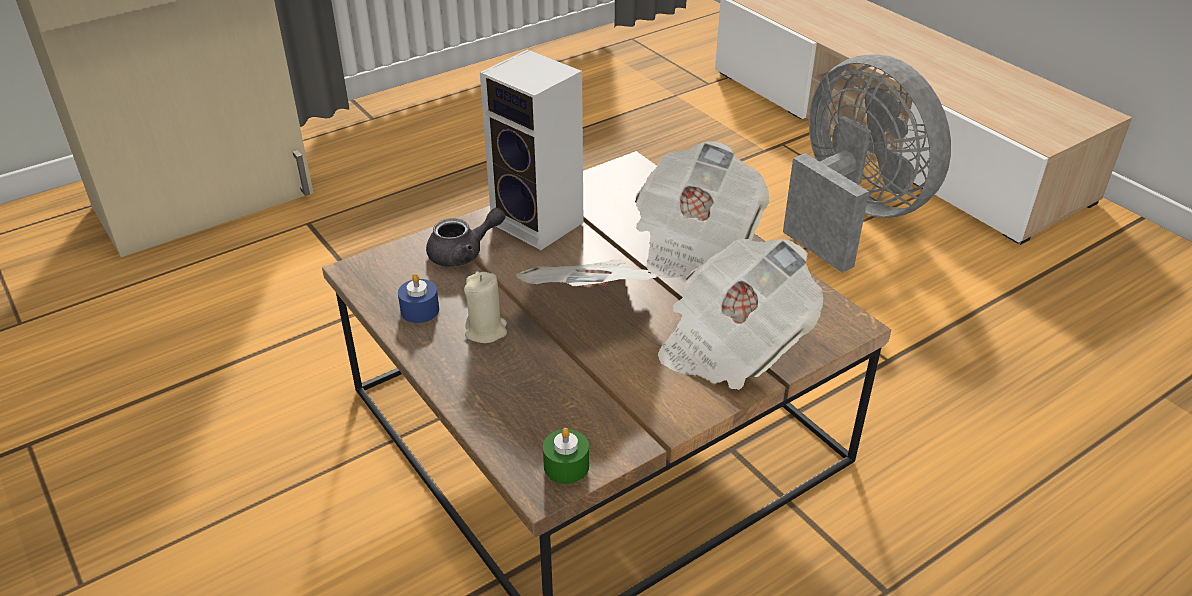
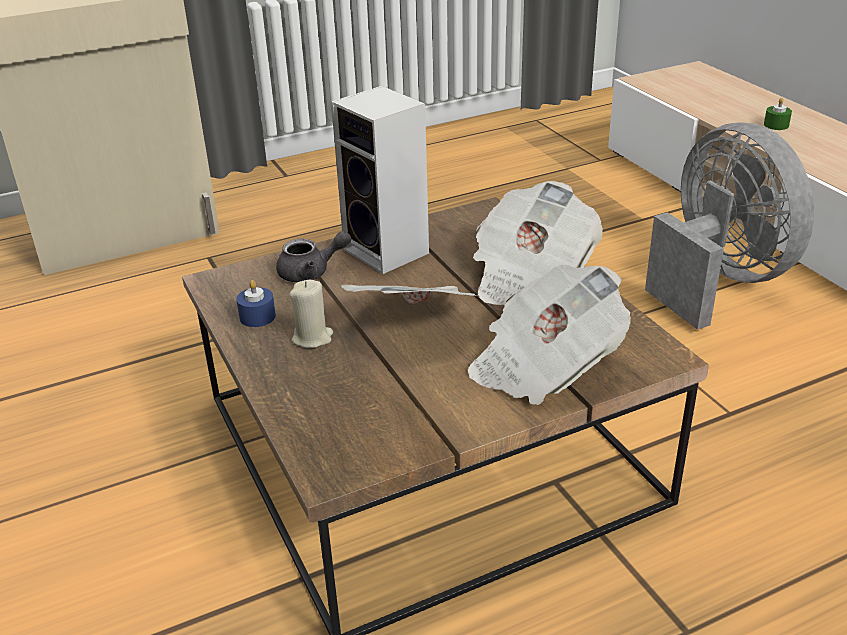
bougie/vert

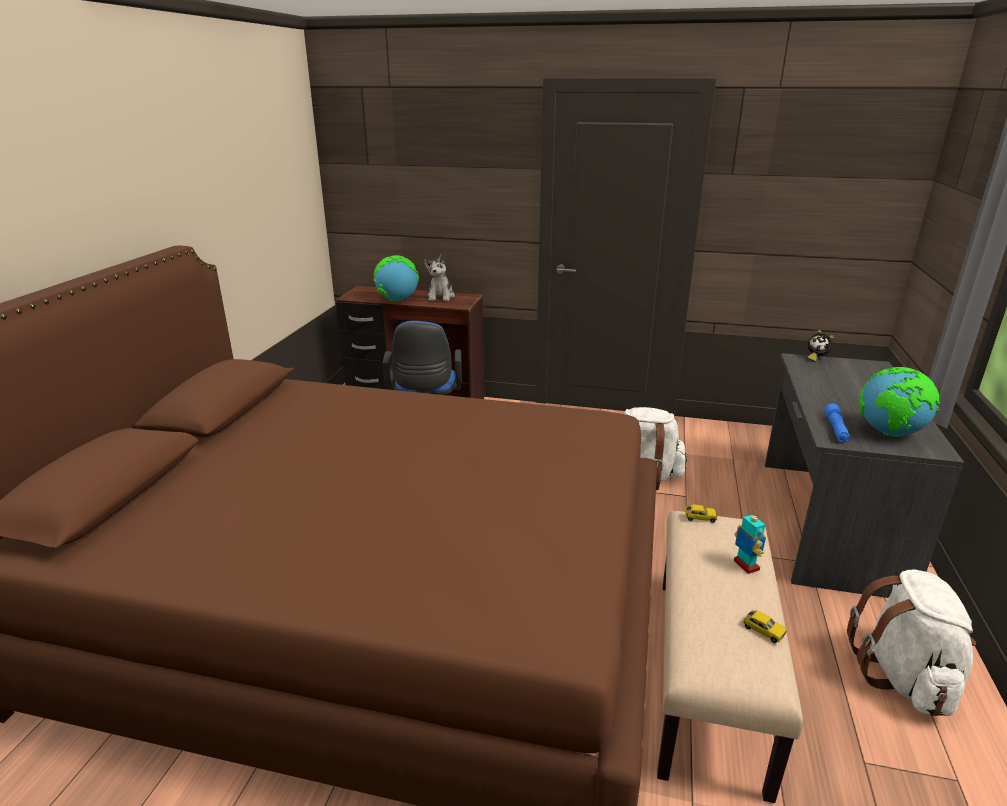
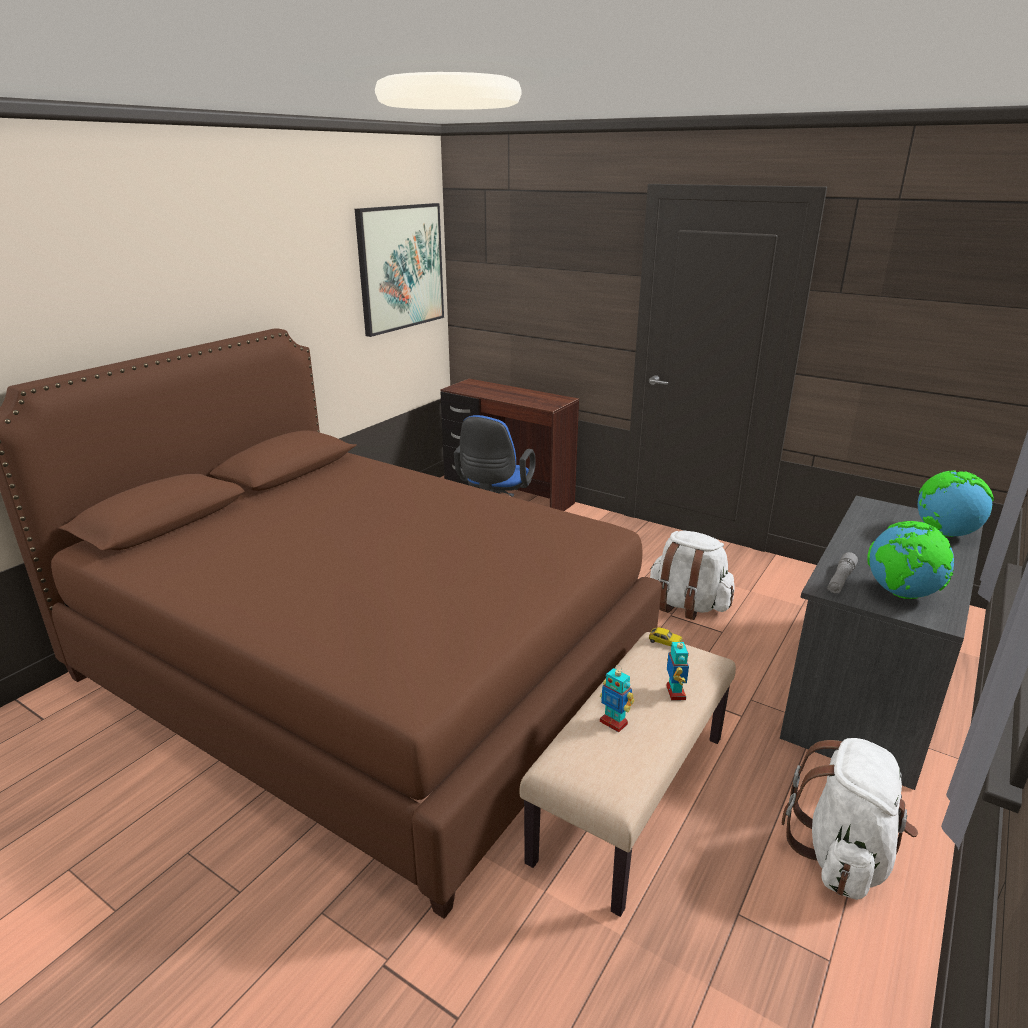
globe (2nd from left)
peluche
petite voiture (2nd from left in the first image)
réveil
lampe de poche/gris
tableau
robot jouet (1st from left)

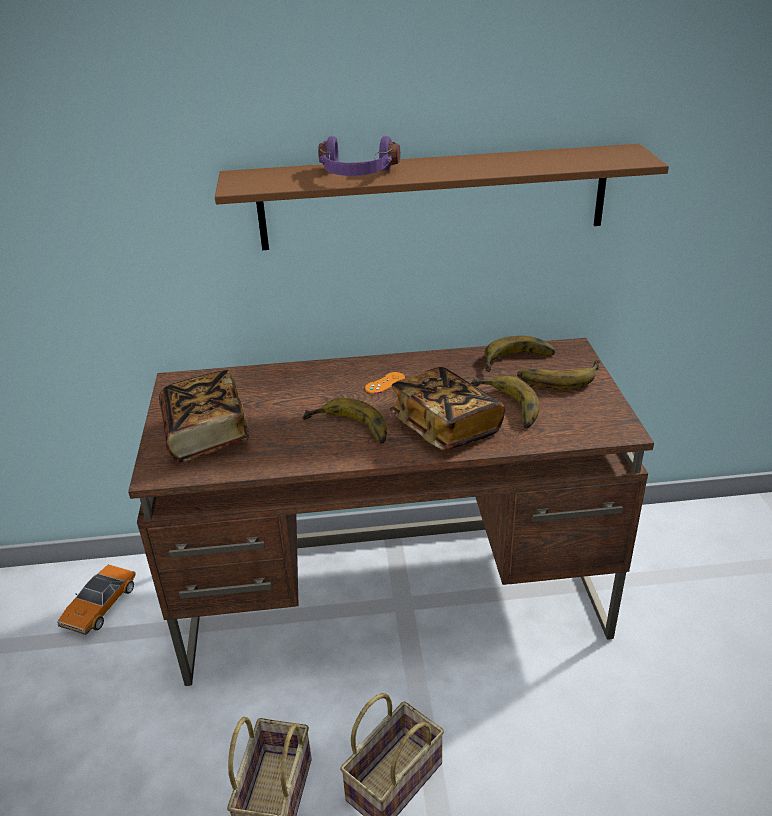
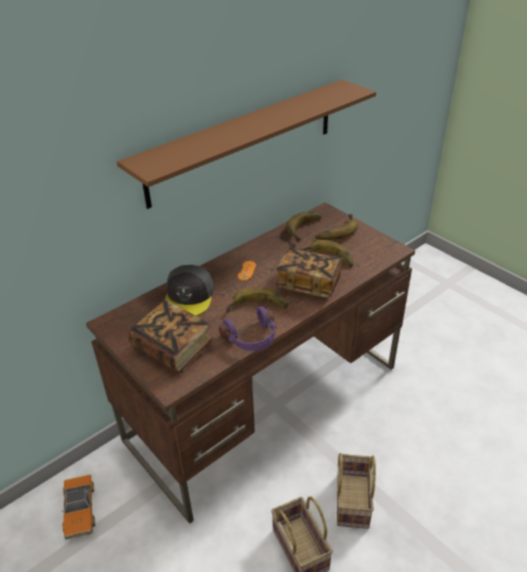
casque audio/violet
casquette/gris

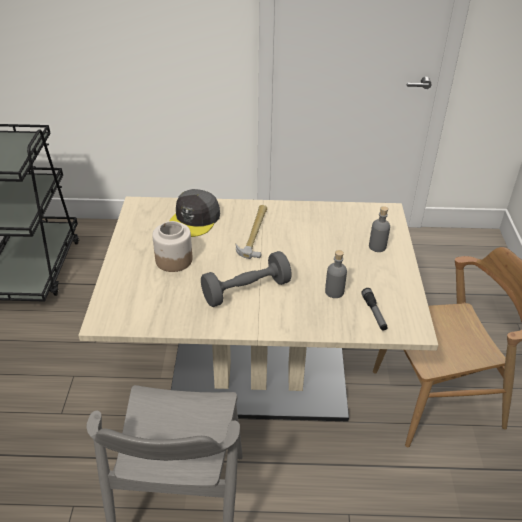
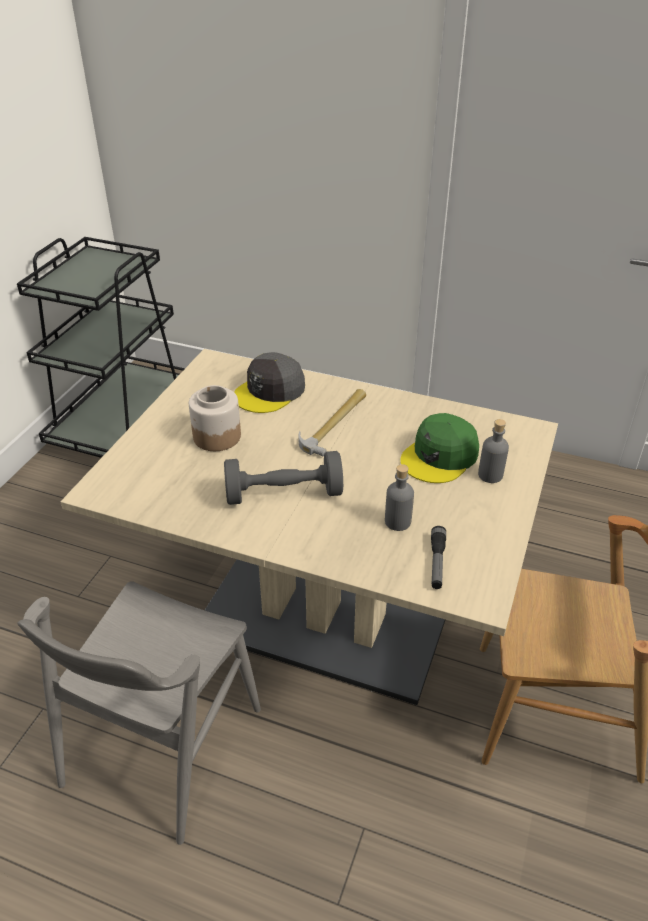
casquette/vert

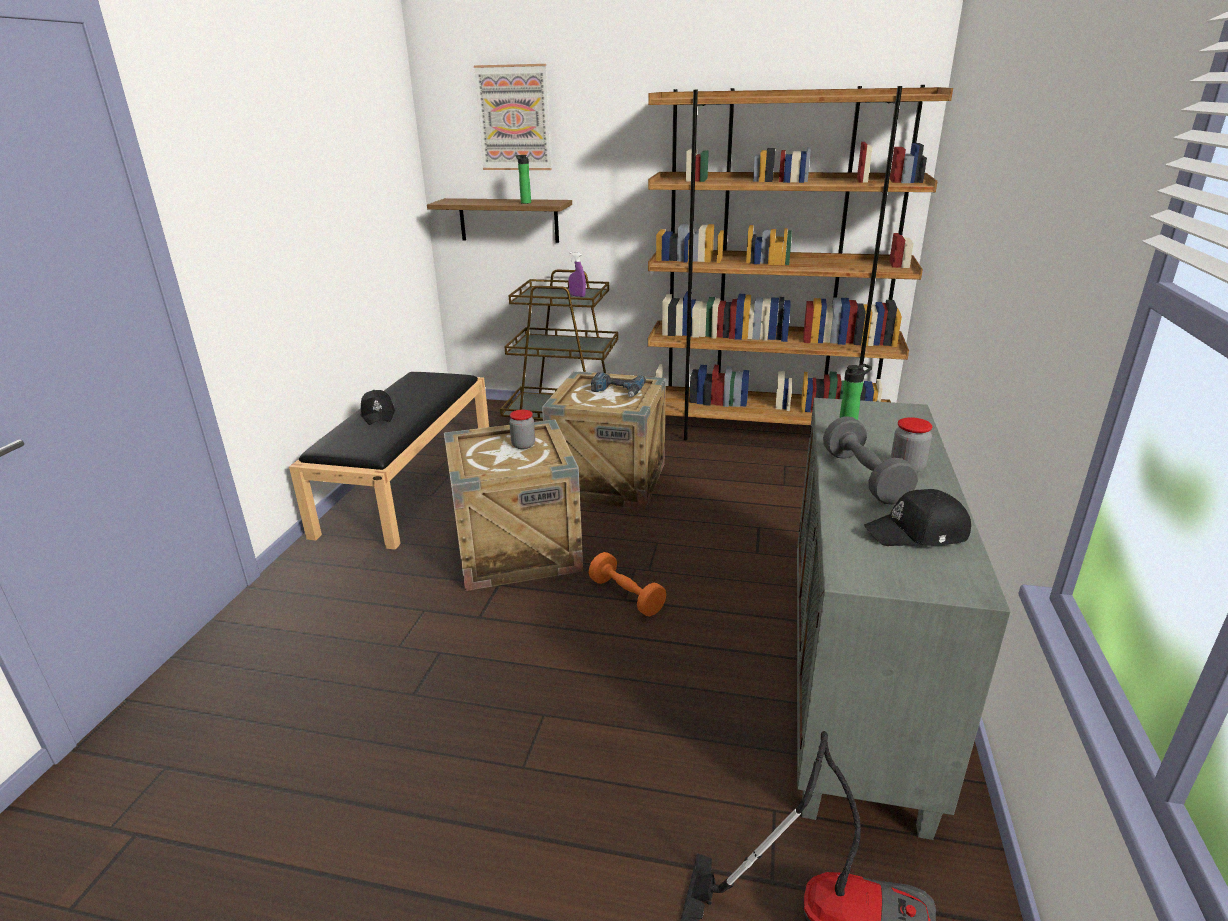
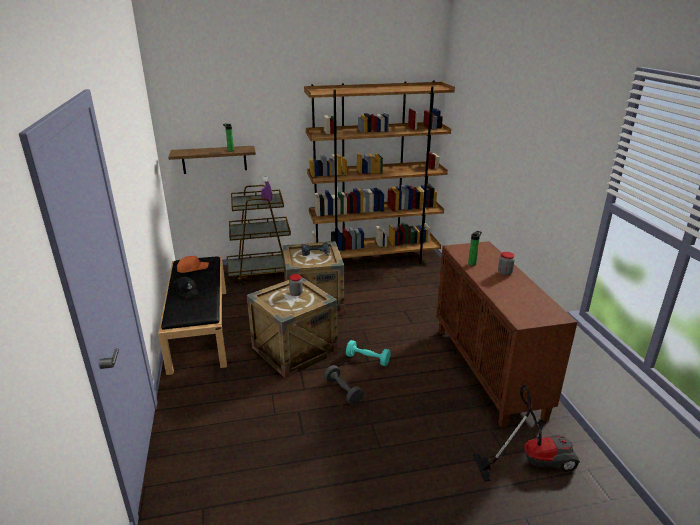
tableau
haltère/turquoise
meuble de rangement/marron
haltère/gris
casquette/noir (2nd from left in the first image)
casquette/orange

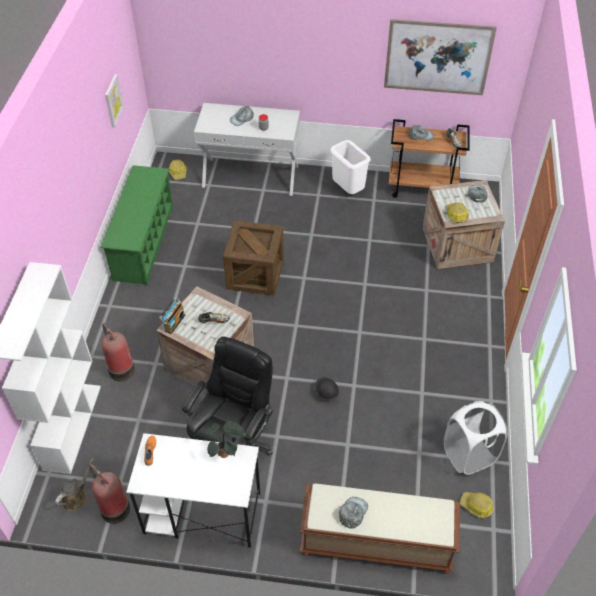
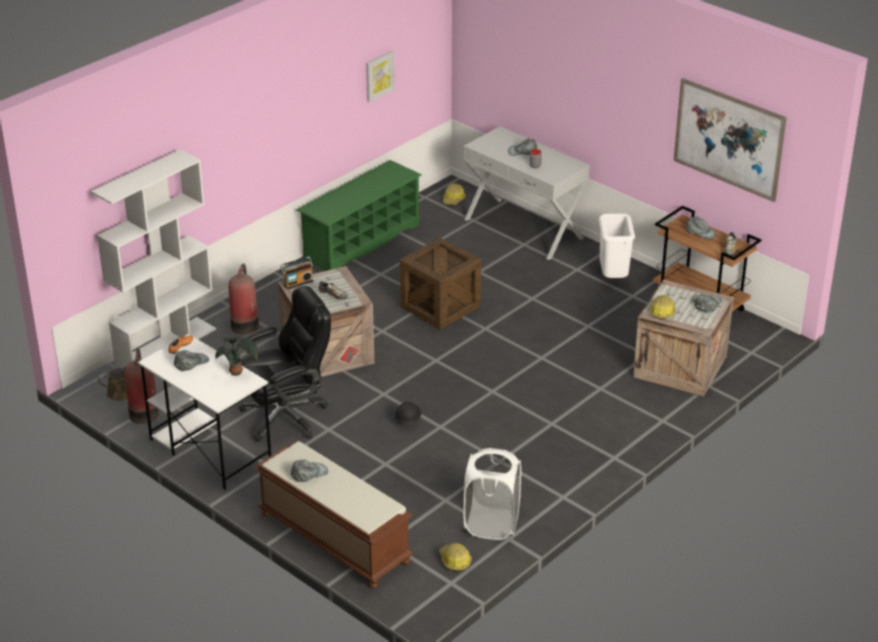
casquette/gris (1st from left)

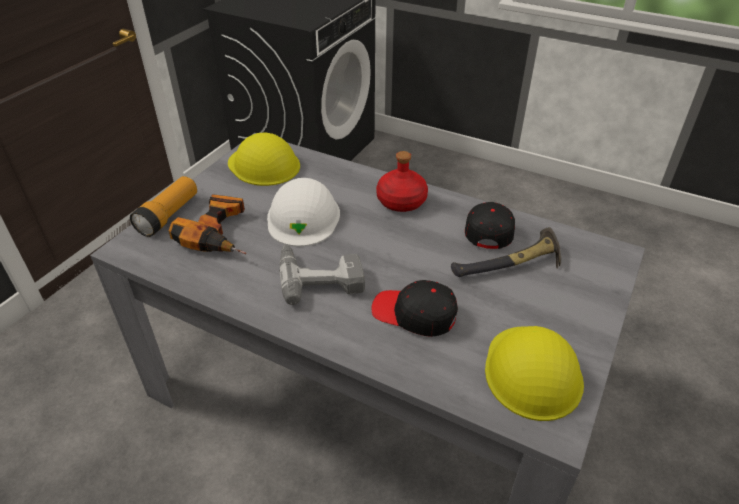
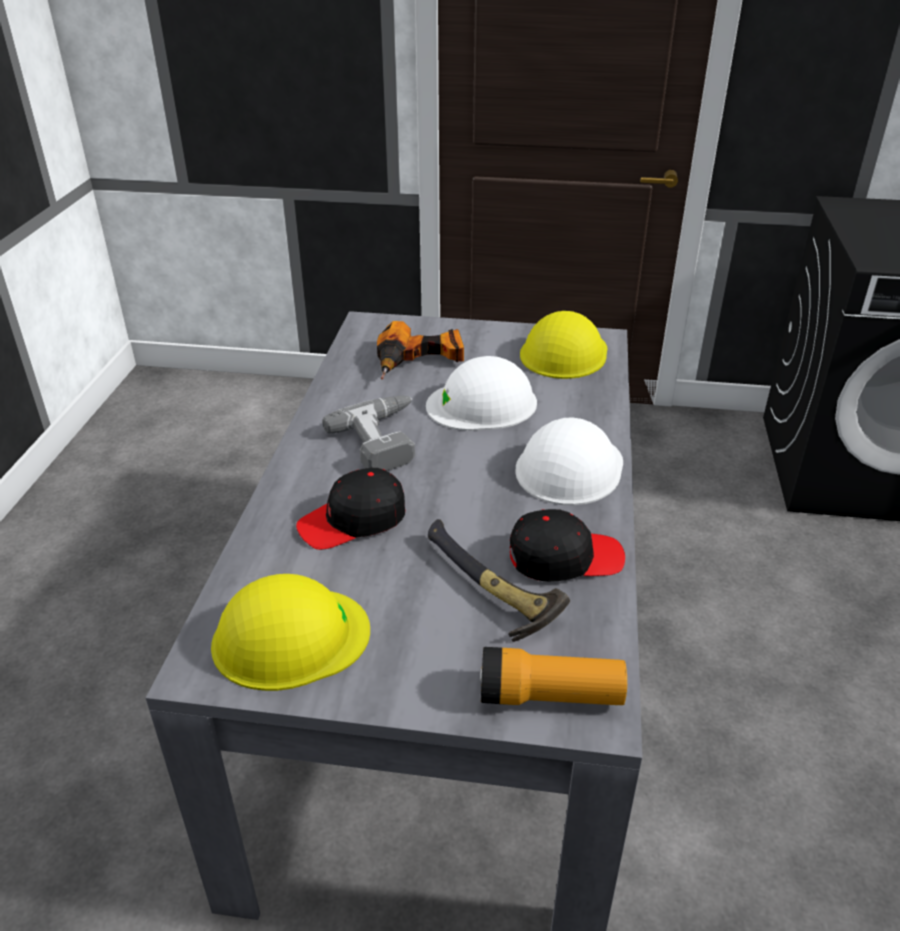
lampe de poche
casquette/noir (1st from left)
casque de chantier/blanc (2nd from left)

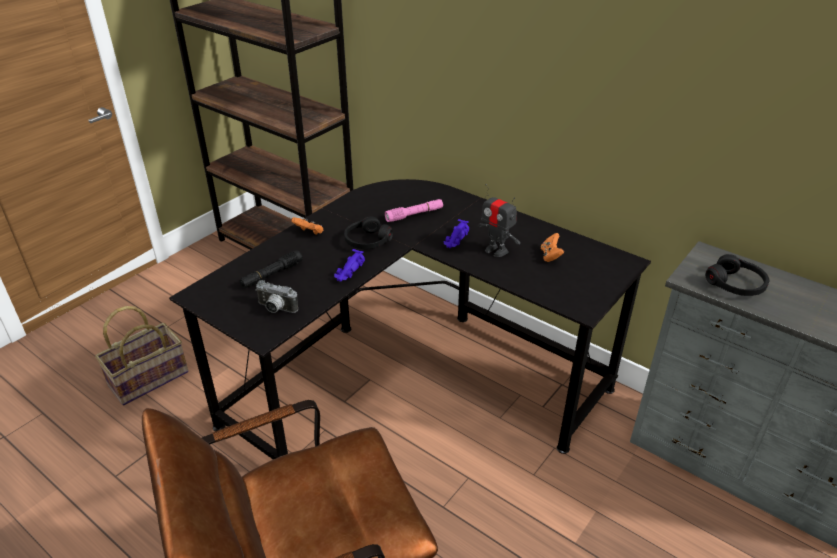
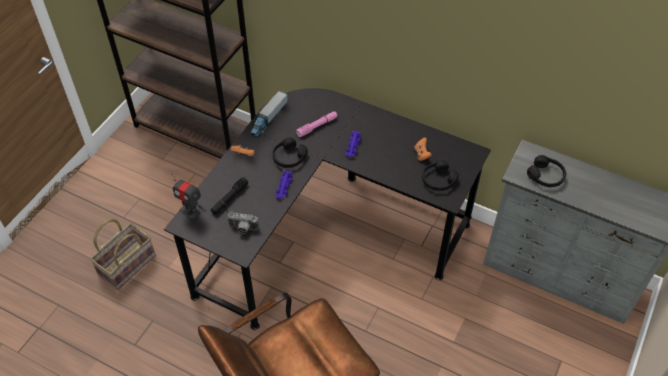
robot jouet
camion jouet
casque audio/noir (2nd from left)

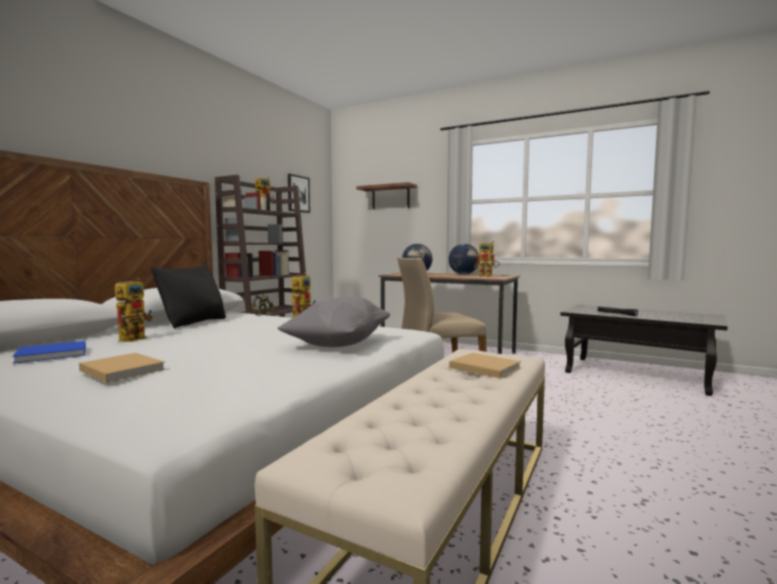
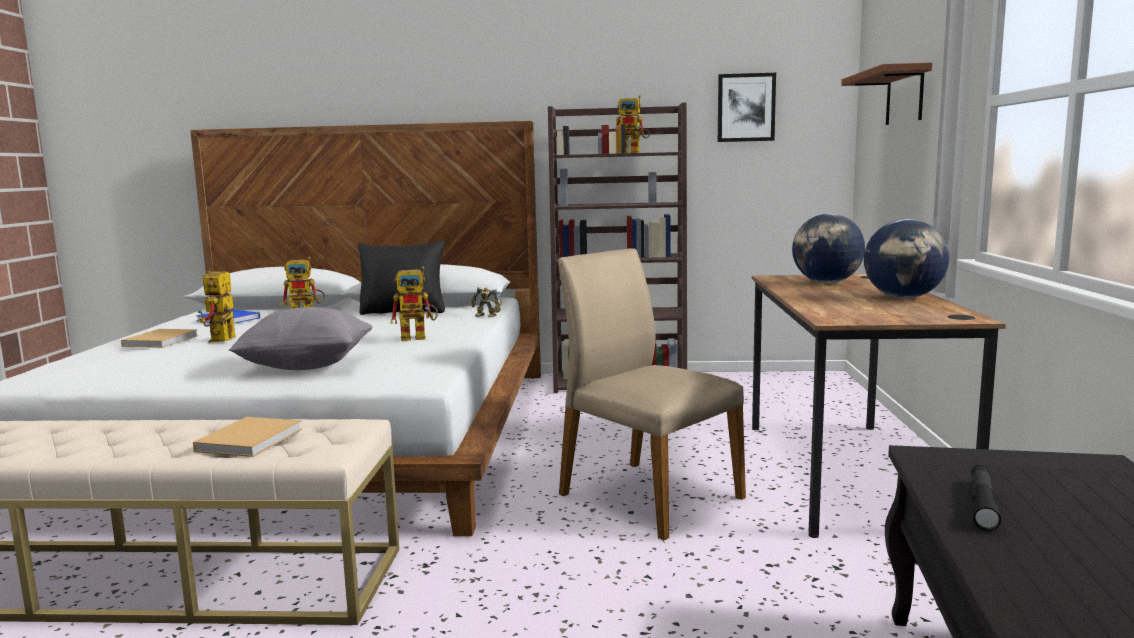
robot jouet (1st from left)

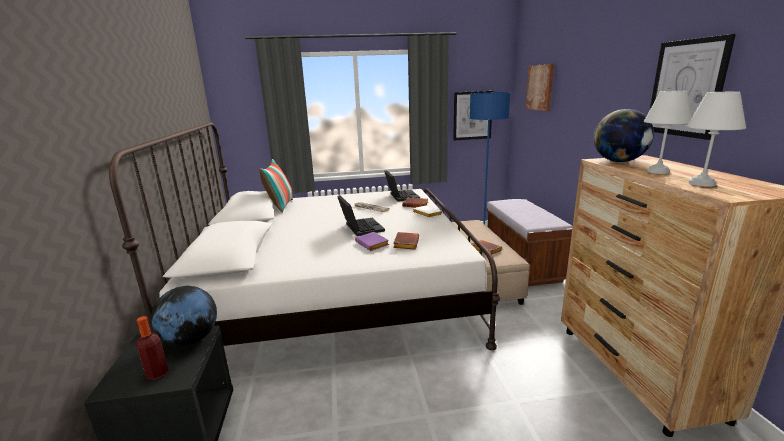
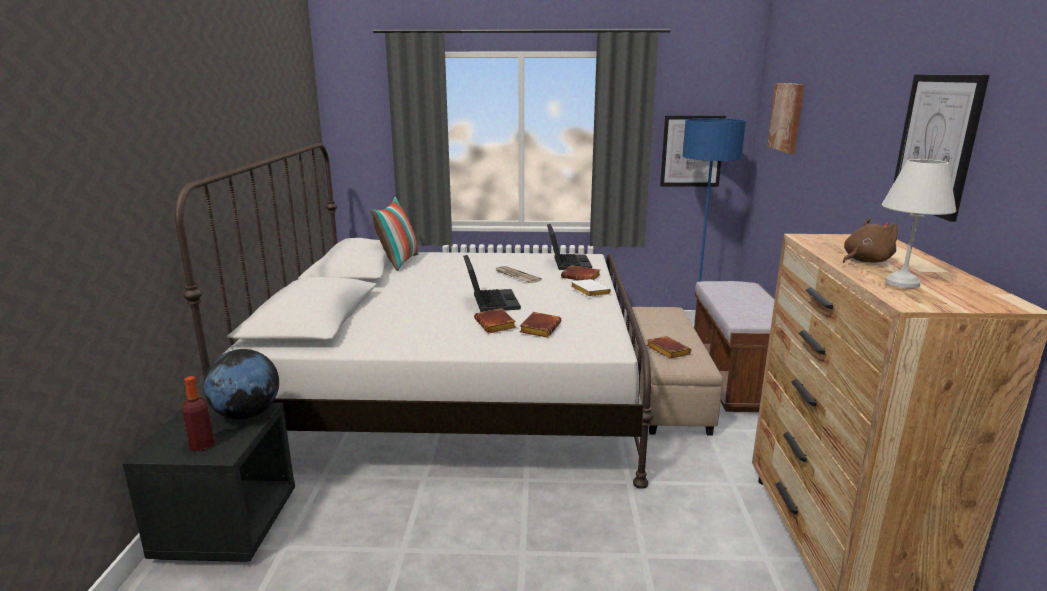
livre/marron (1st from left)
globe (2nd from left in the first image)
peluche/marron

